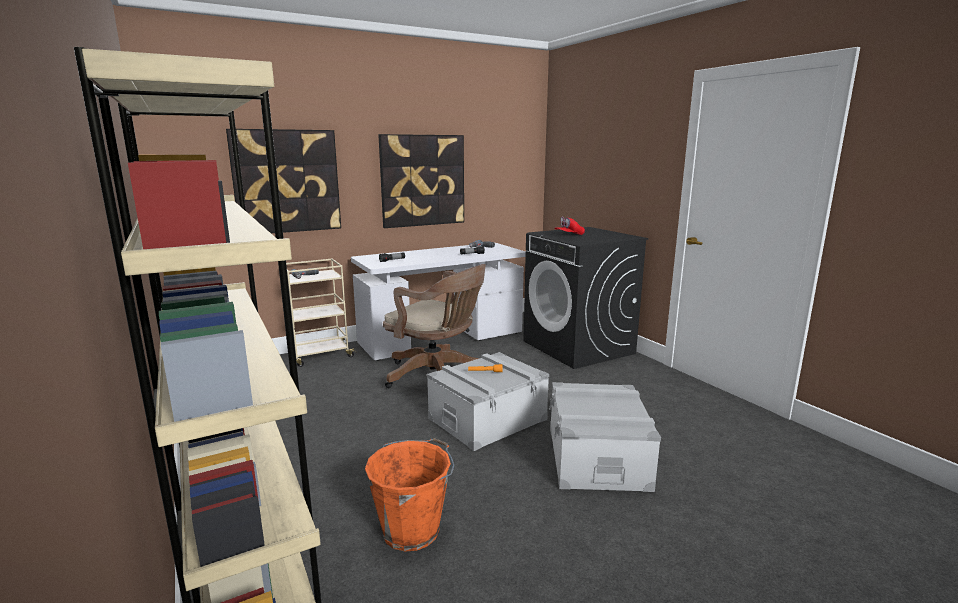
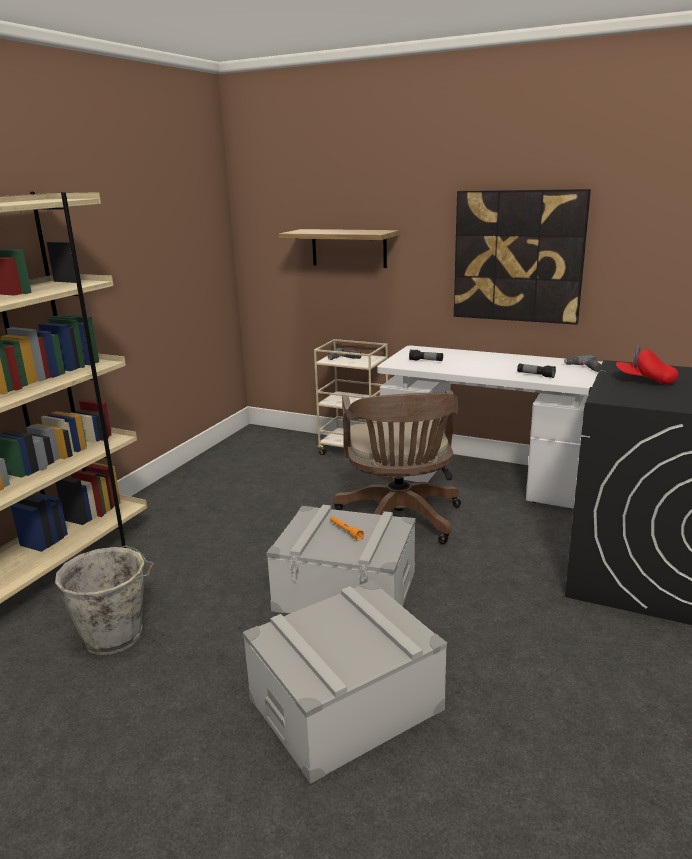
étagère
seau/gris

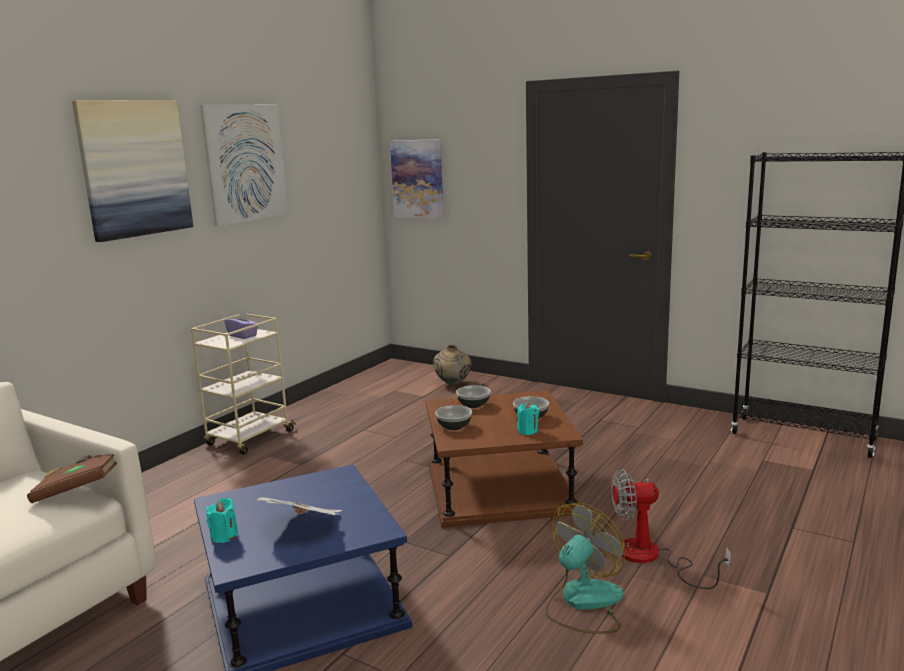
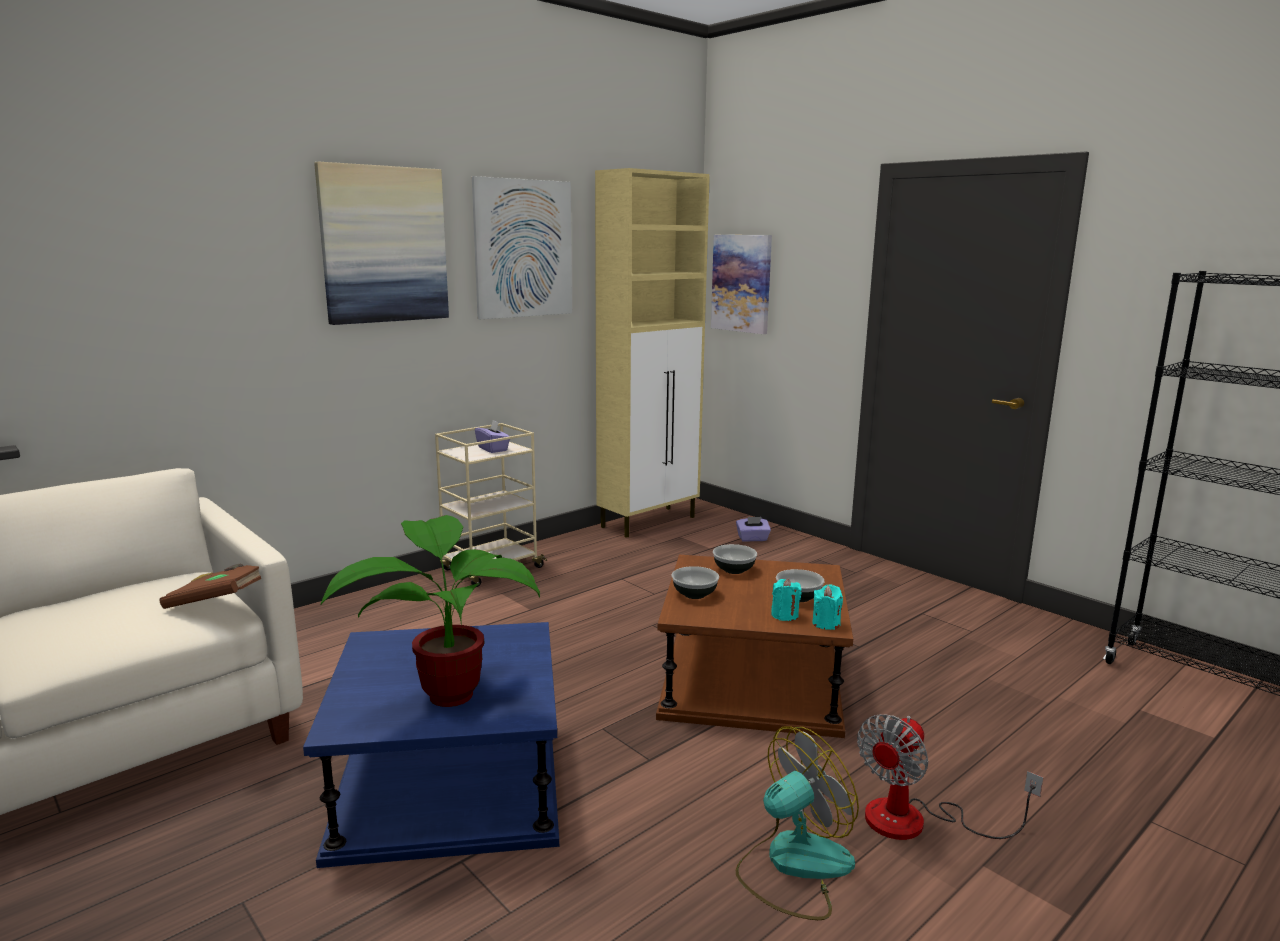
bougie/turquoise (2nd from left)
plante en pot
boîte à mouchoirs/violet (2nd from left)
ventilateur (2nd from left)
meuble de rangement/beige

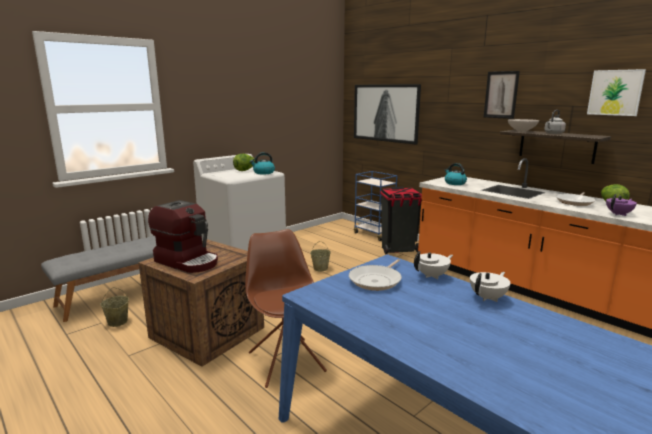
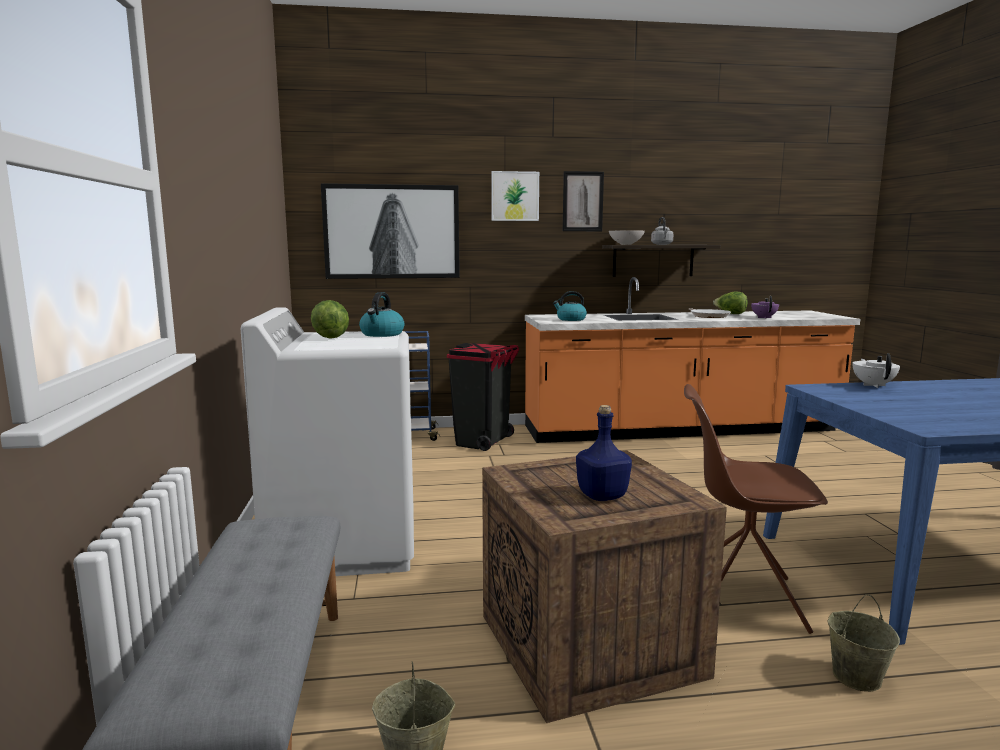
bouteille/bleu
seau/beige (2nd from left)
poêle (1st from left in the first image)
théière/blanc (2nd from left in the first image)
tableau (2nd from left)

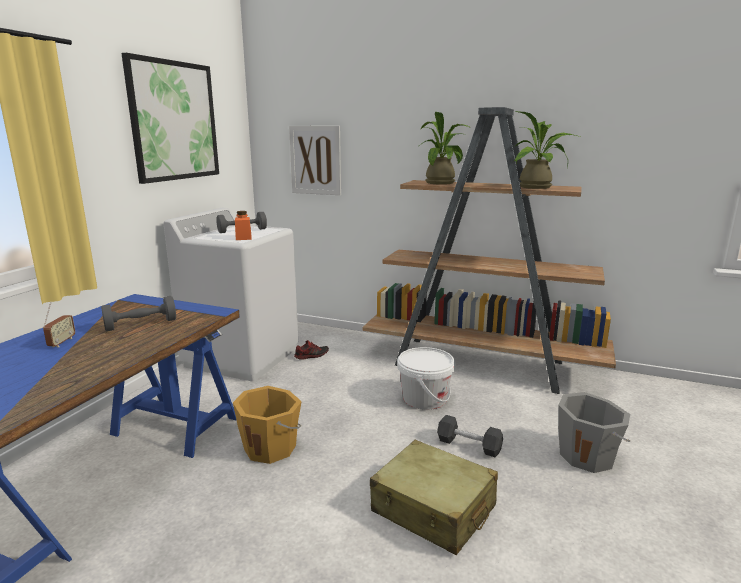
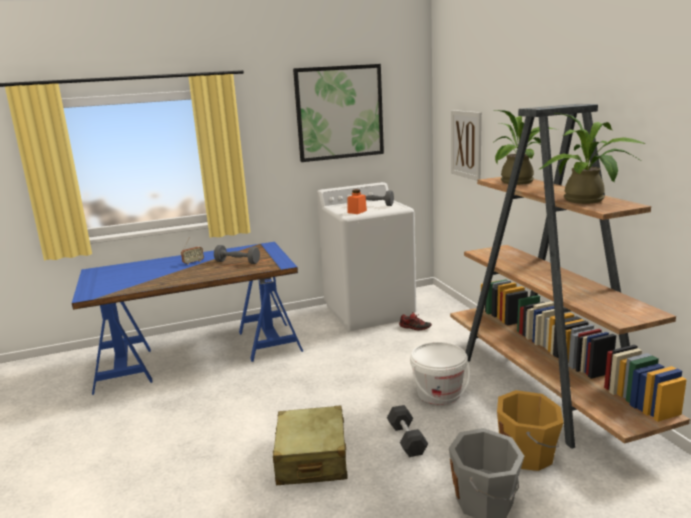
seau/orange

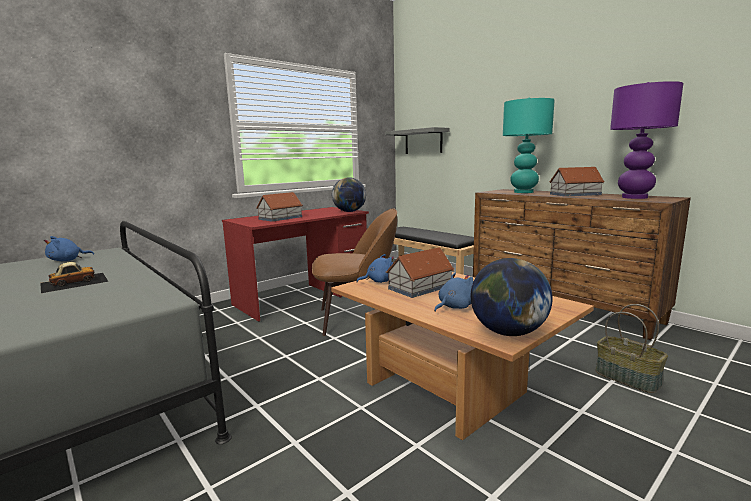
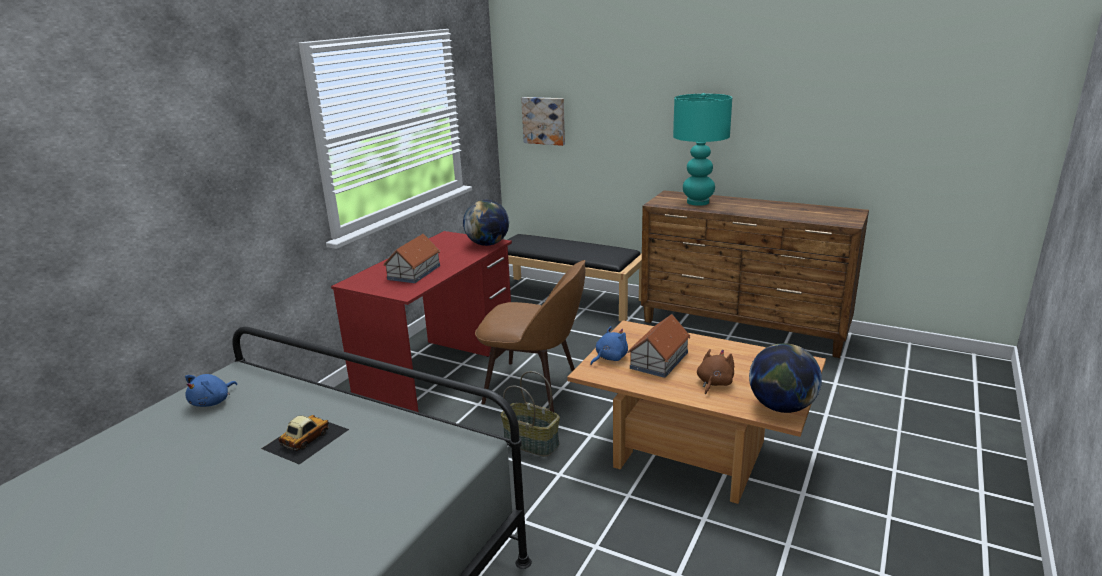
chaise/marron
tableau
peluche/marron
maison miniature (3rd from left in the first image)
panier
lampe de table/violet

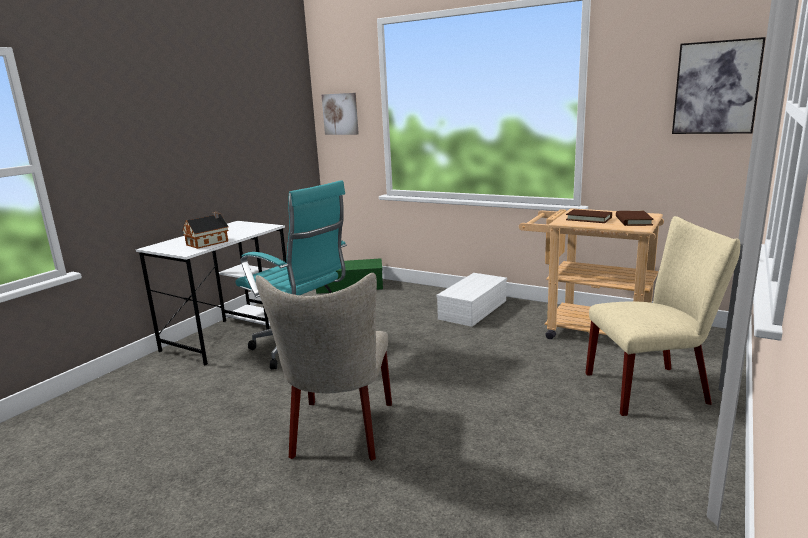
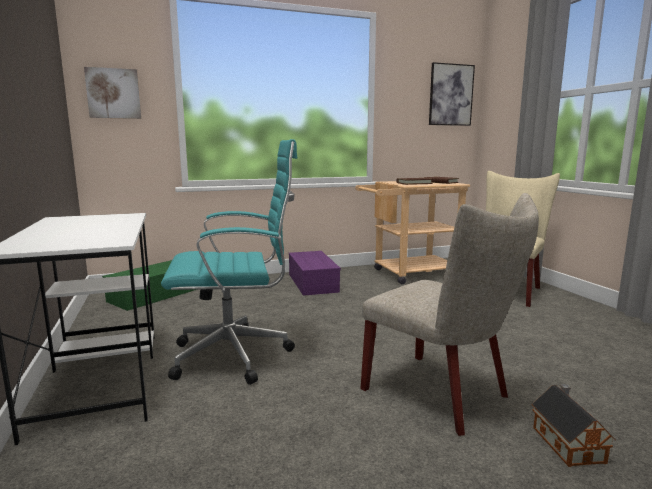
maison miniature
boîte de rangement/violet

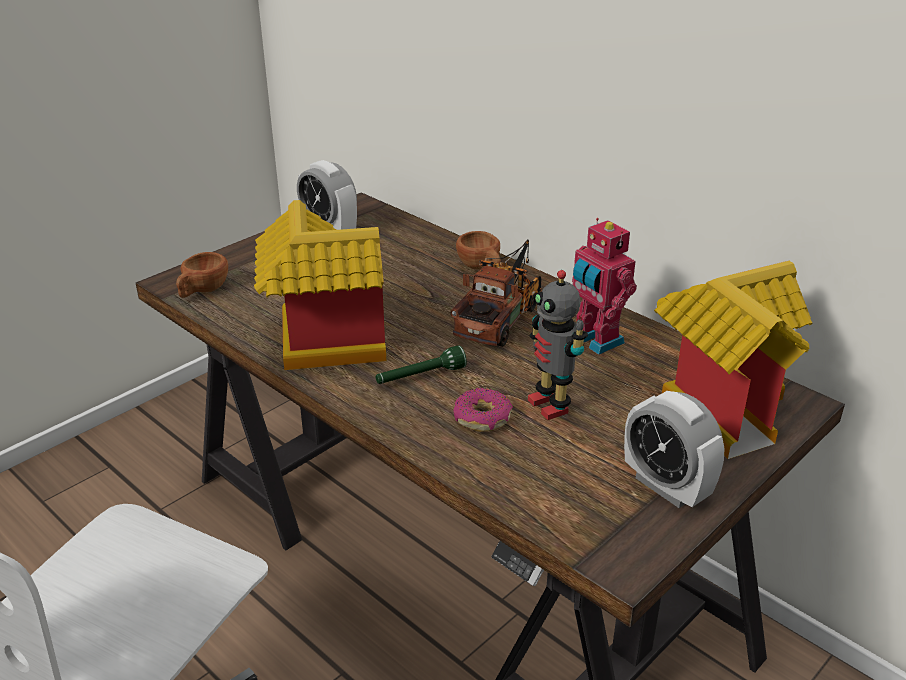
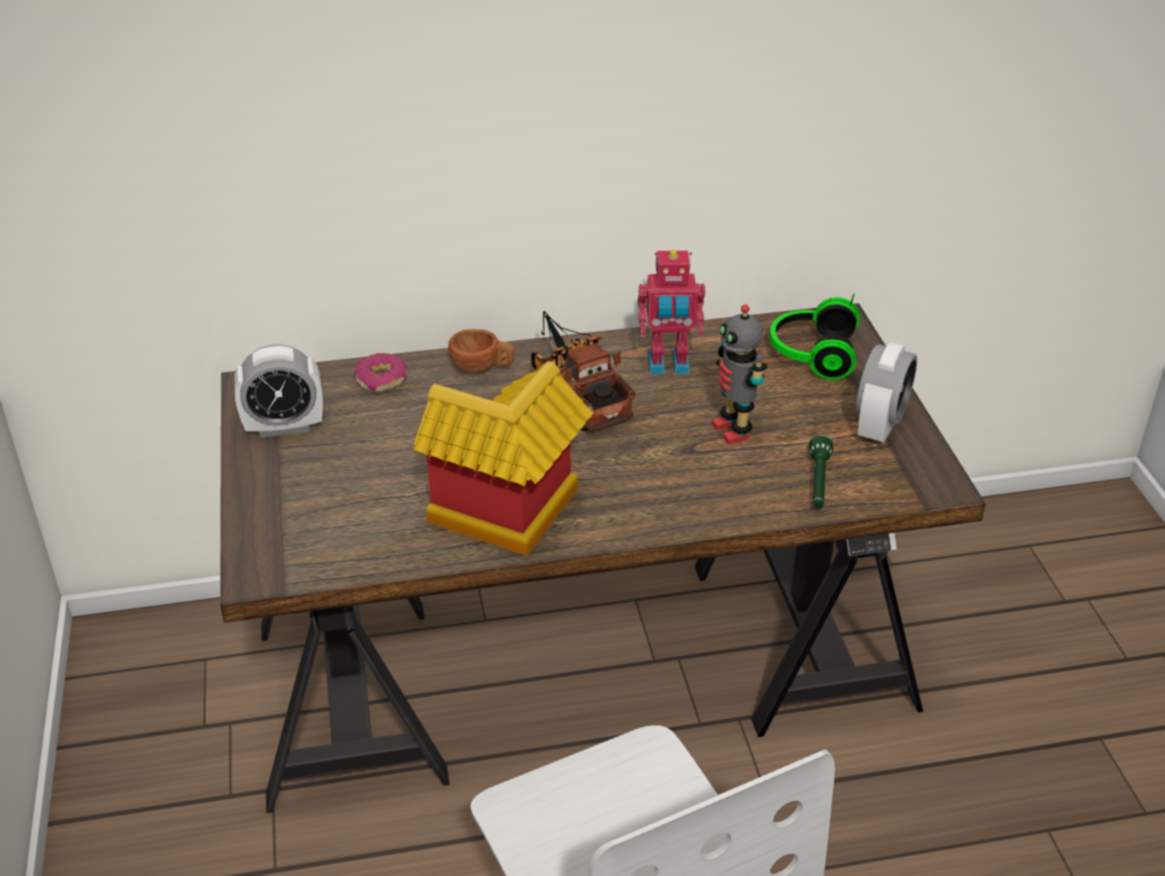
tasse/marron (1st from left in the first image)
lampe de poche/vert
beignet
robot jouet (2nd from left)
réveil (2nd from left)
casque audio

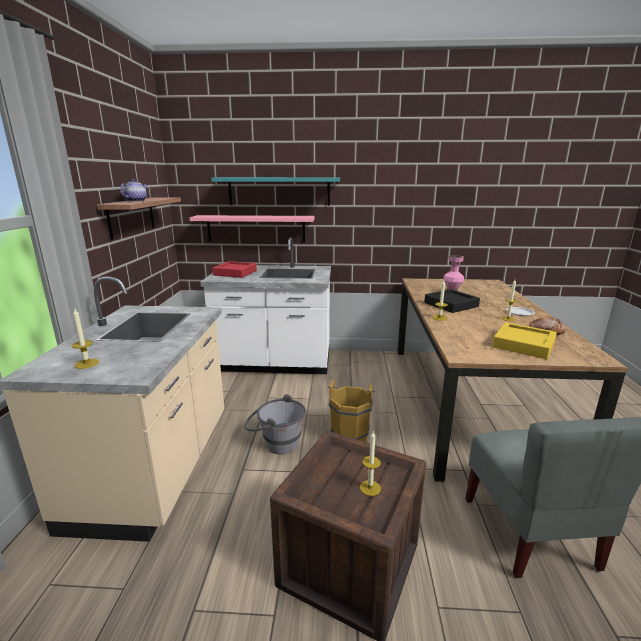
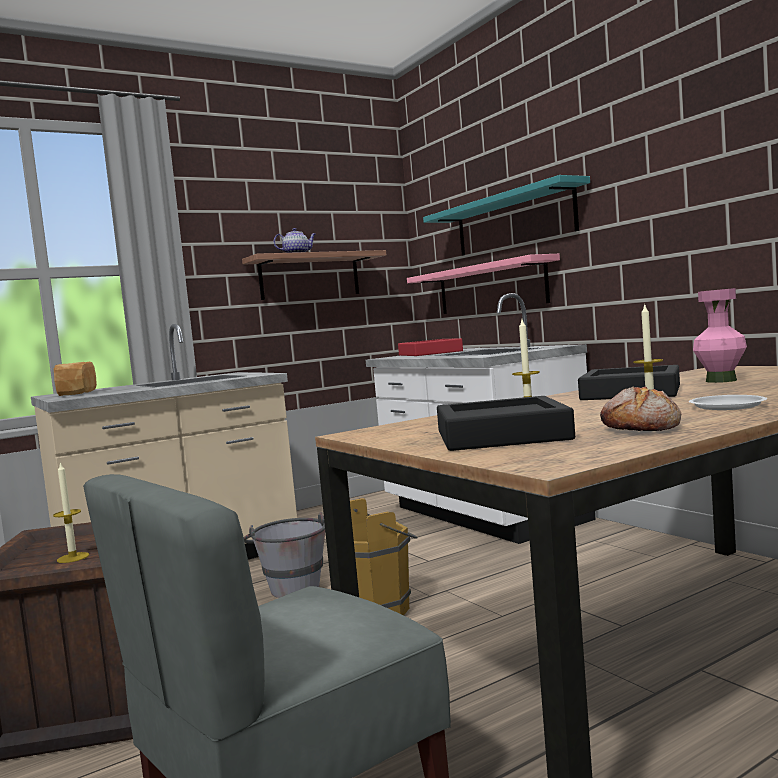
pain (1st from left)
plateau/noir (1st from left)

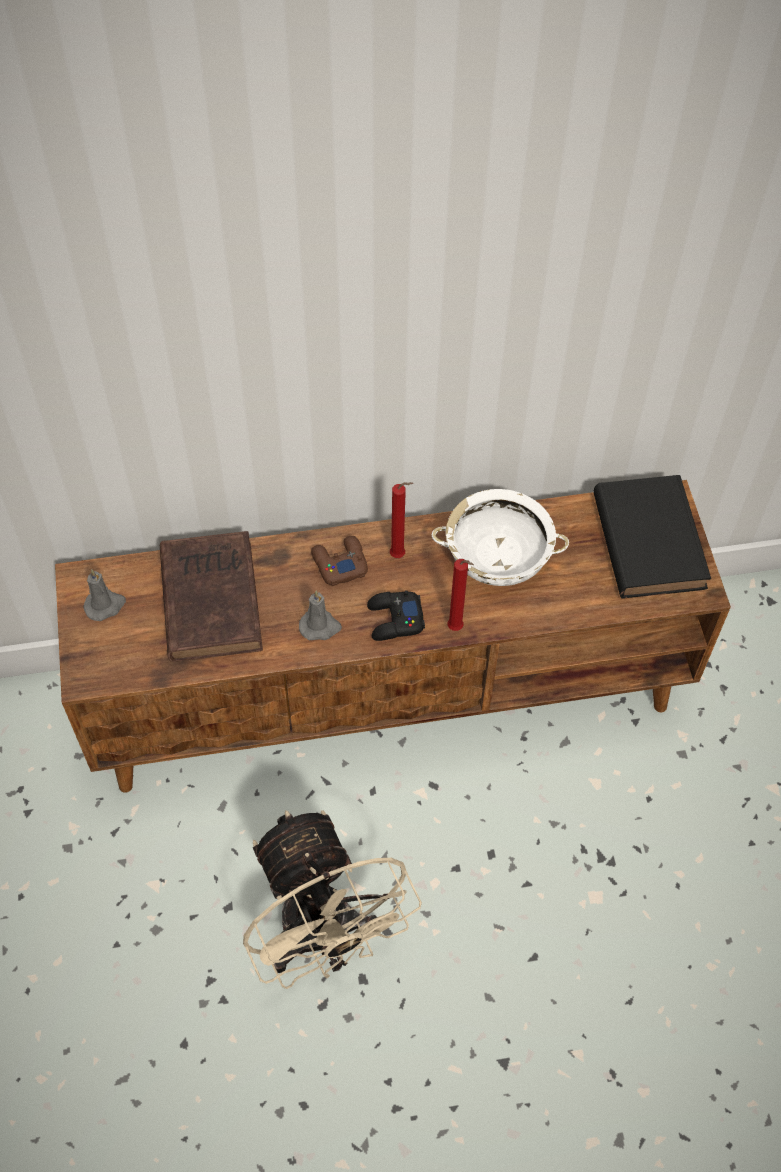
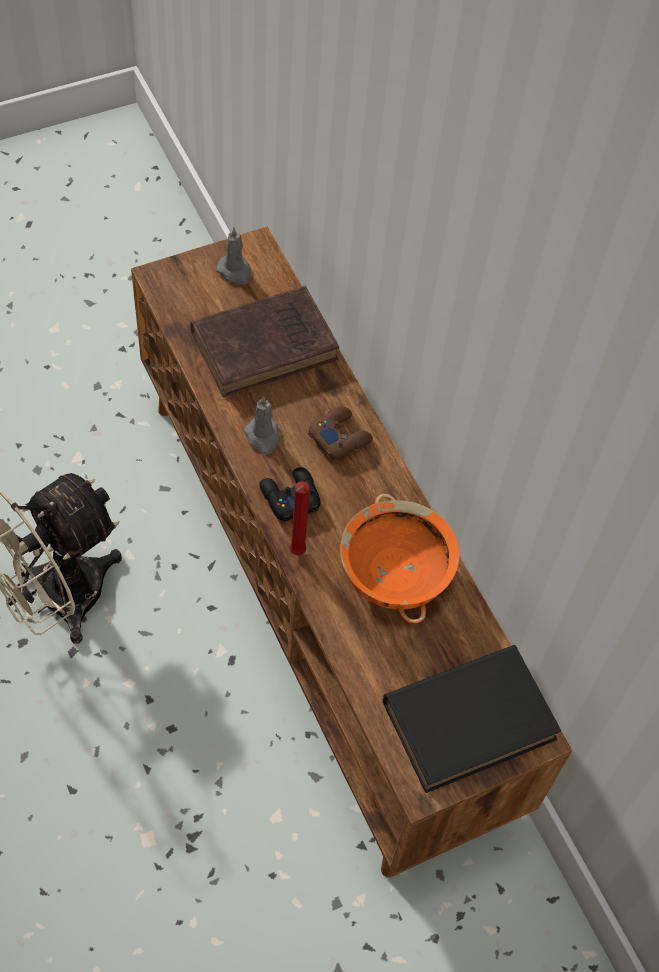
bougie/rouge (1st from left in the first image)
bol/orange

